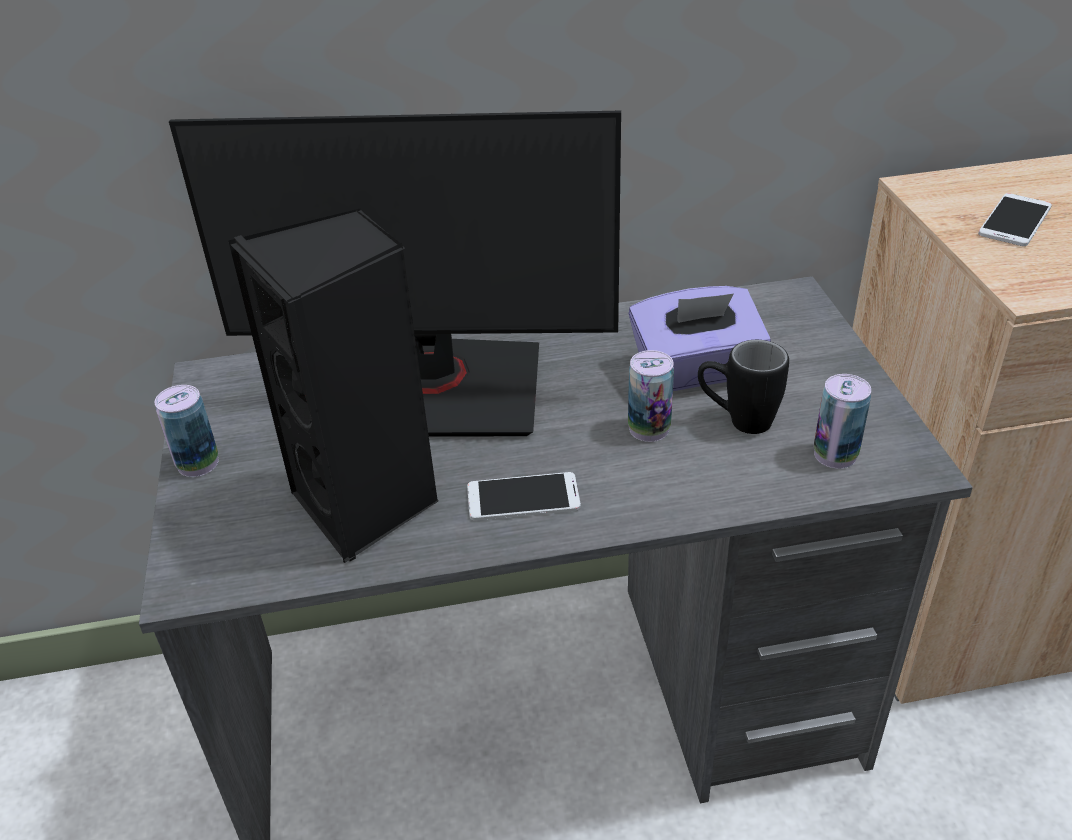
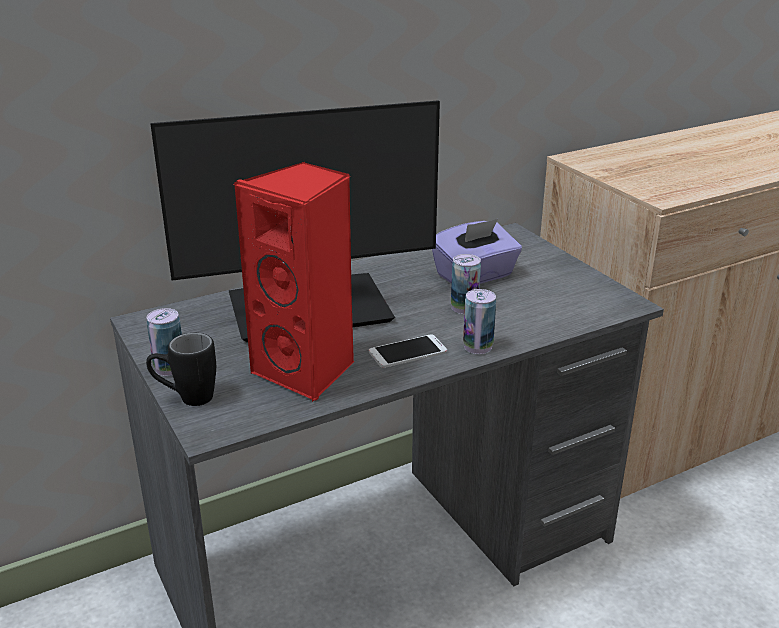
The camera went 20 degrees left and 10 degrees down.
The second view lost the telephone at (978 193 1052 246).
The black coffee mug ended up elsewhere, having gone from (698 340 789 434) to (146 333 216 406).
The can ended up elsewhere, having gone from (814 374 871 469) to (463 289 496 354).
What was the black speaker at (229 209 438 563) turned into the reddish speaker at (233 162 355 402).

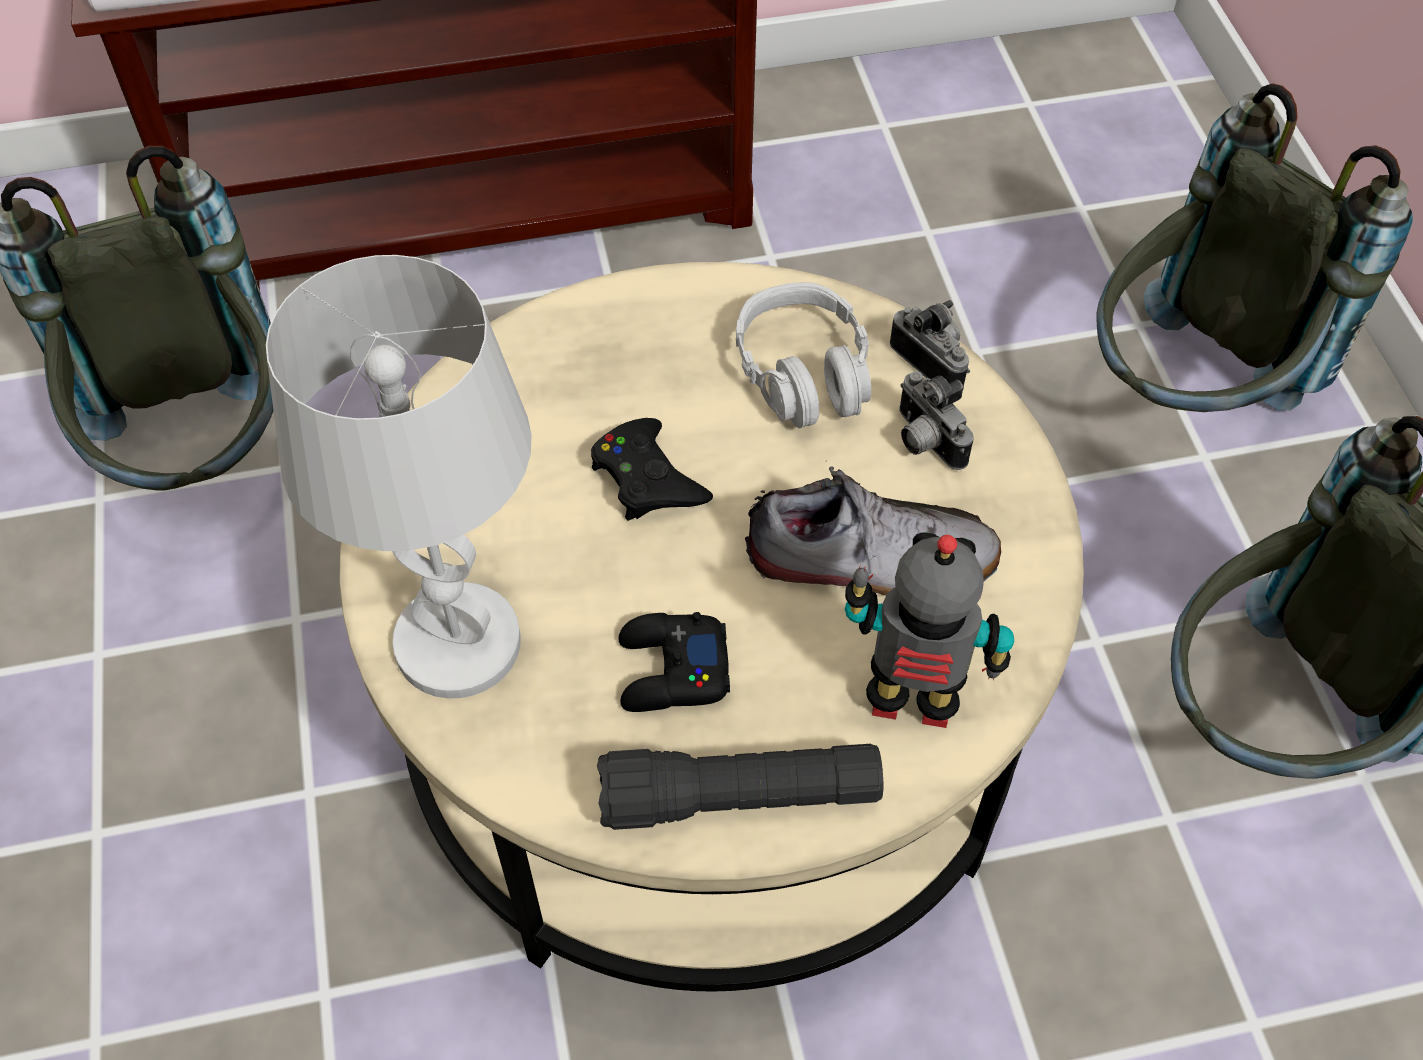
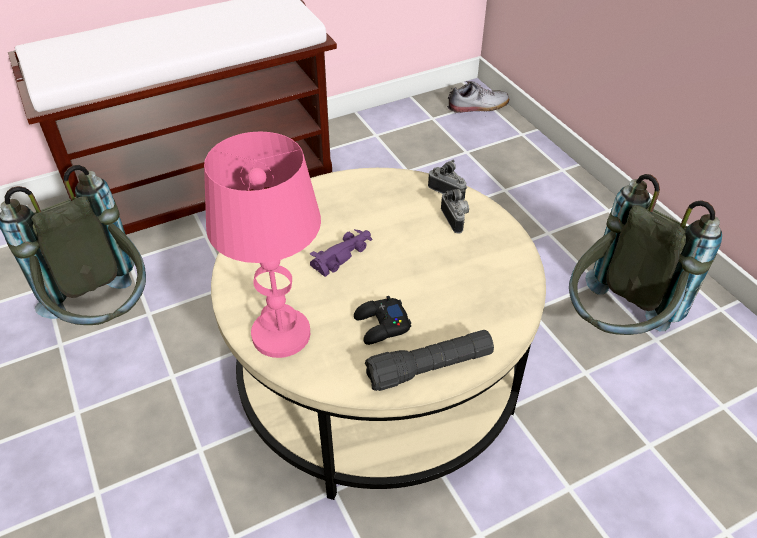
The camera went 15 degrees left and 10 degrees down.
The second view lost the greyish headphones at (736 282 871 428).
The second view lost the toy robot at (845 532 1014 728).
The second view lost the greyish knapsack at (1097 84 1413 412).
The item of footwear ended up elsewhere, having gone from (745 466 1001 596) to (447 81 509 113).
Where the black gamepad stood at (591 418 713 521), the purplish model car came to stand at (310 229 373 277).
What was the white-coloured tabletop lamp at (266 255 532 698) turned into the pink tabletop lamp at (204 131 321 358).
The photo camera at (899 371 974 470) ended up facing another way, 150 degrees counterclockwise from before.

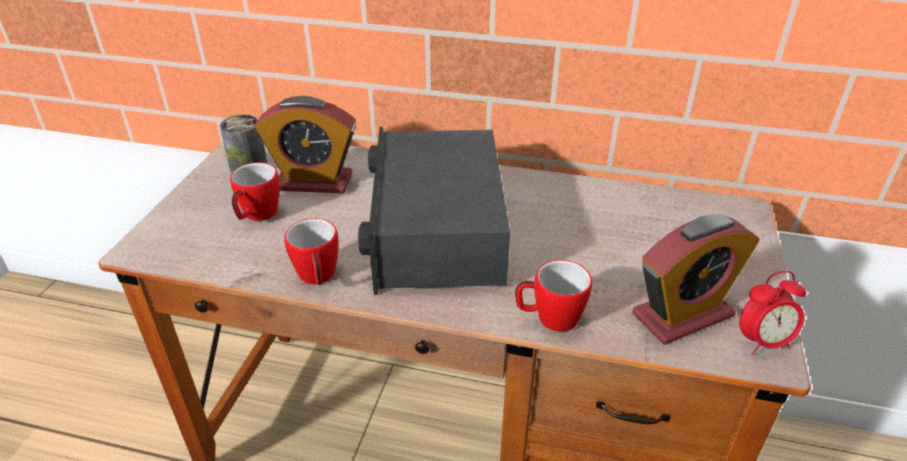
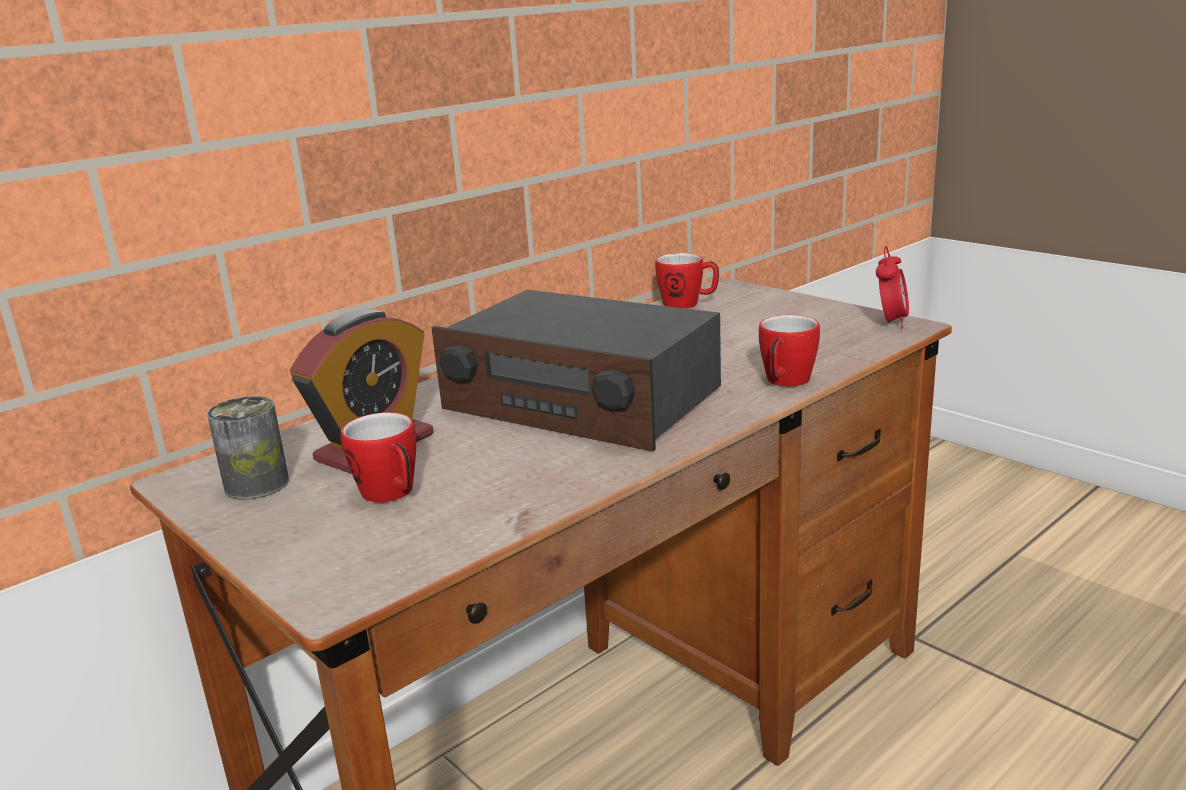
The camera went 55 degrees left and 15 degrees down.
The second view lost the bedside clock at (632 214 760 345).
The coffee mug ended up elsewhere, having gone from (284 218 339 285) to (655 253 719 309).

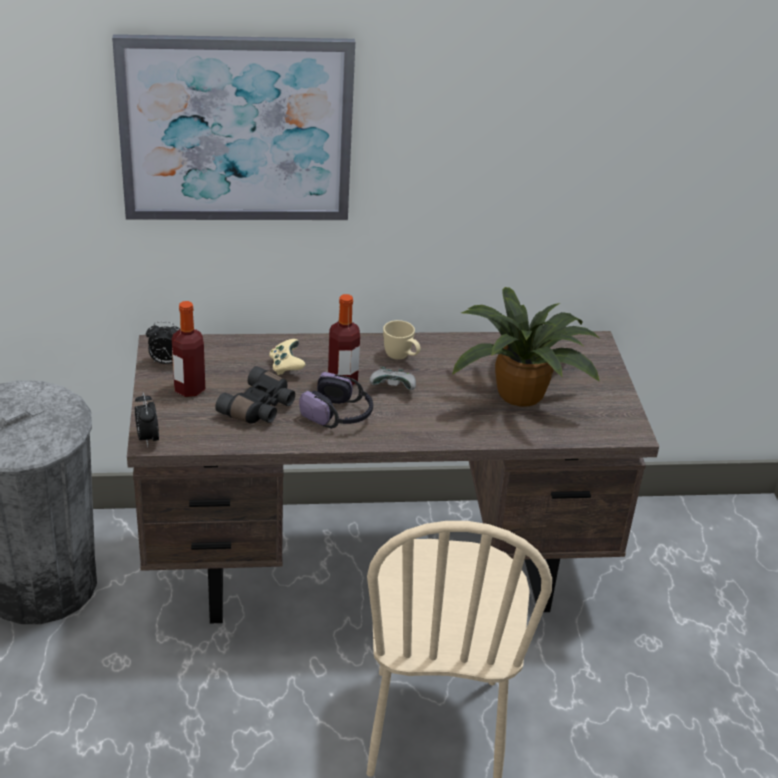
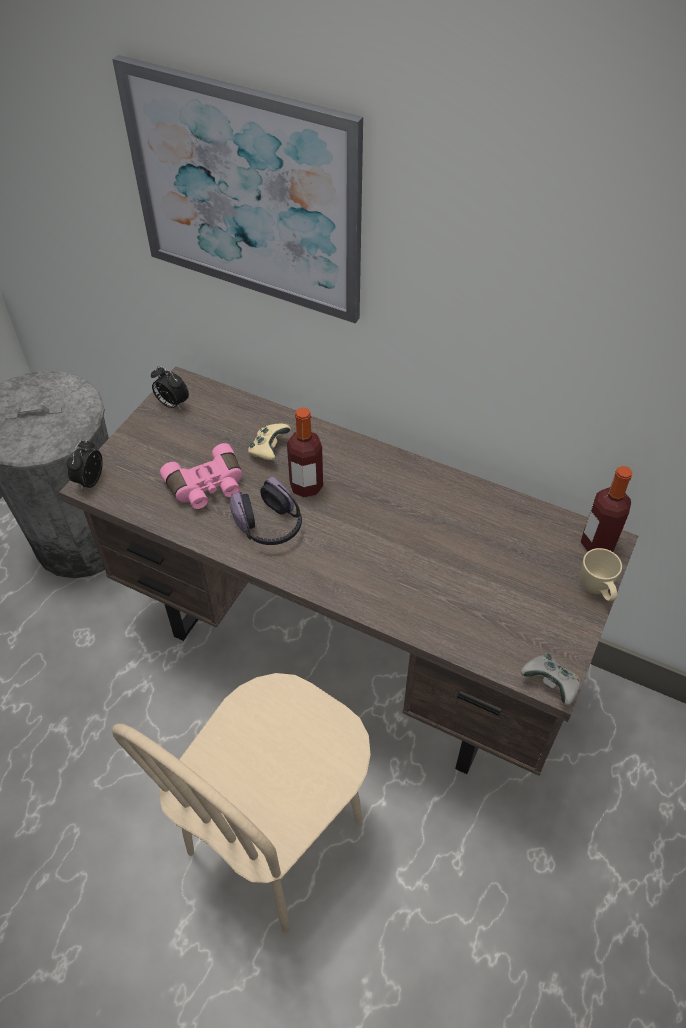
The camera went 35 degrees right and 15 degrees up.
The second view lost the potted plant at (452 287 600 407).
The drink bottle ended up elsewhere, having gone from (172 301 205 397) to (580 466 632 552).
The greyish gamepad ended up elsewhere, having gone from (369 367 416 390) to (521 653 580 705).
The beige-coloured coffee mug ended up elsewhere, having gone from (383 320 421 360) to (581 548 622 601).
What was the black pair of binoculars at (215 366 295 424) turned into the pink pair of binoculars at (160 443 242 509).

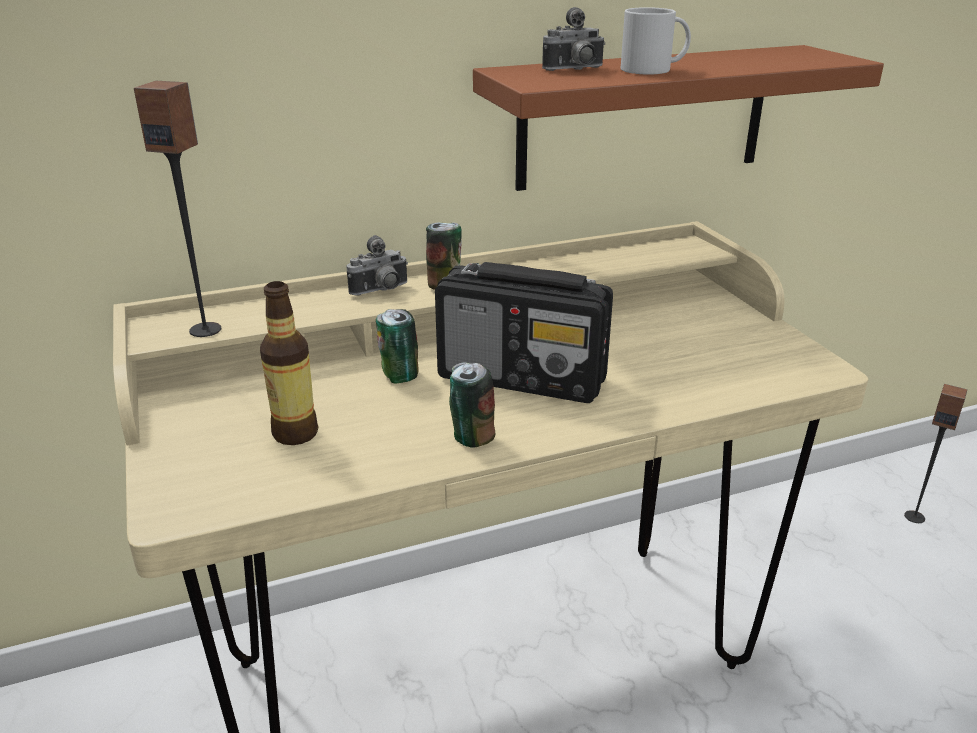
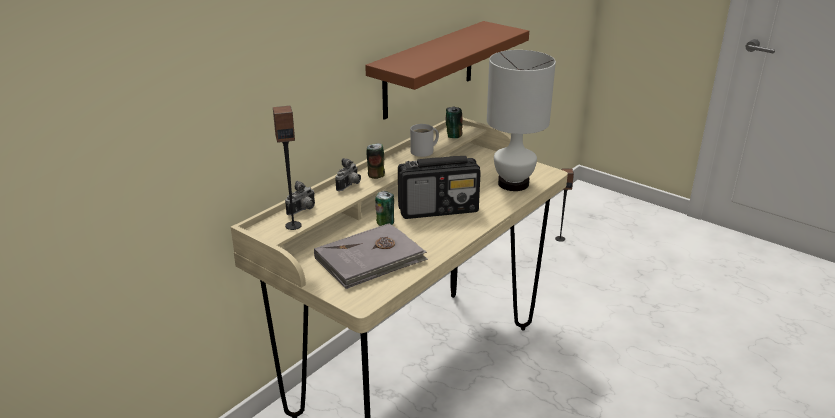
The camera went 30 degrees left and 0 degrees up.
The second view gained the white-coloured tabletop lamp at (487 50 556 191).
The can ended up elsewhere, having gone from (449 362 495 448) to (446 106 463 138).
The photo camera ended up elsewhere, having gone from (542 7 605 71) to (285 181 315 215).
The white-coloured coffee mug ended up elsewhere, having gone from (621 7 691 74) to (410 124 439 157).
Where the drink bottle stood at (260 281 318 445), the greyish book came to stand at (314 223 428 289).

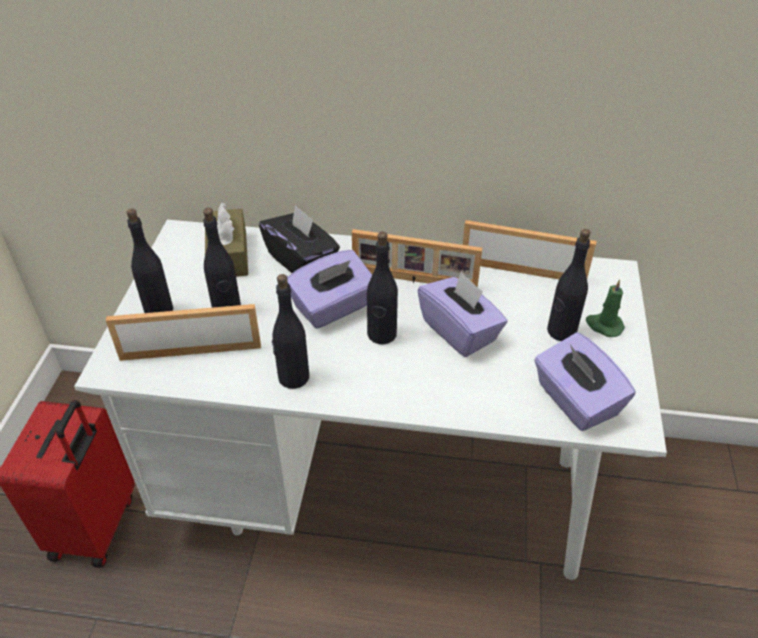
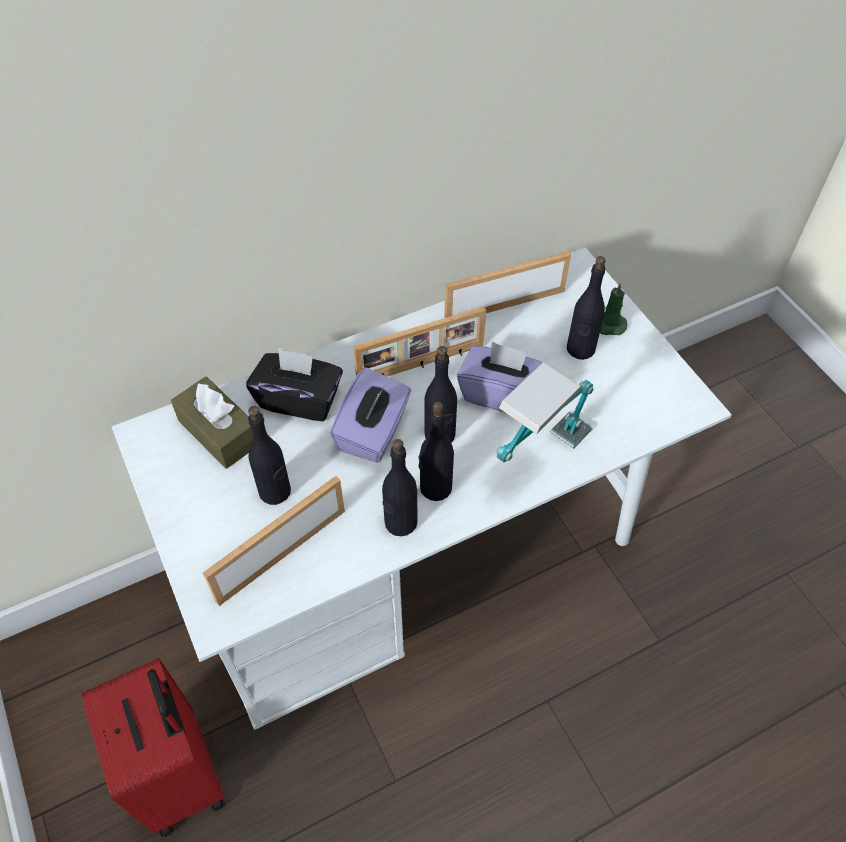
The camera went 35 degrees left and 10 degrees up.
The second view lost the purplish tissue holder at (534 332 636 431).
The second view gained the tabletop lamp at (497 362 593 462).
The black drink bottle ended up elsewhere, having gone from (126 208 173 313) to (419 402 454 501).

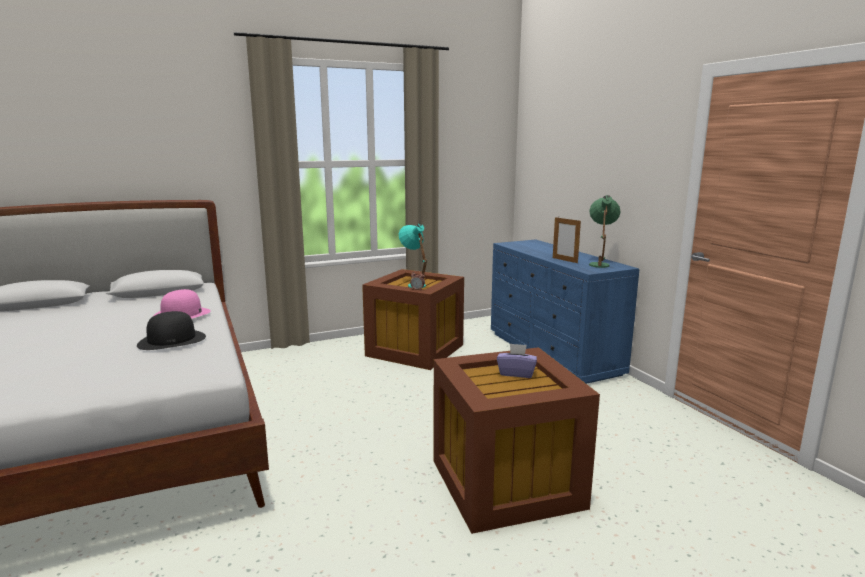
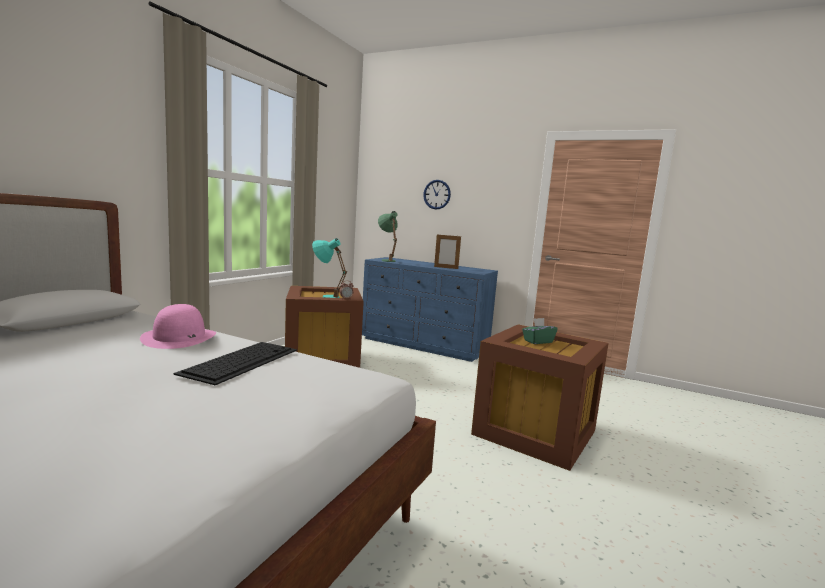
The camera went 40 degrees left and 5 degrees down.
The second view gained the wall clock at (423 180 451 210).
The green-coloured tabletop lamp ended up elsewhere, having gone from (589 195 621 268) to (378 211 397 262).
Where the black hat stood at (137 311 206 350), the computer keyboard came to stand at (173 342 297 385).
What was the purplish tissue holder at (497 343 537 378) turned into the green-coloured tissue holder at (522 318 558 344).

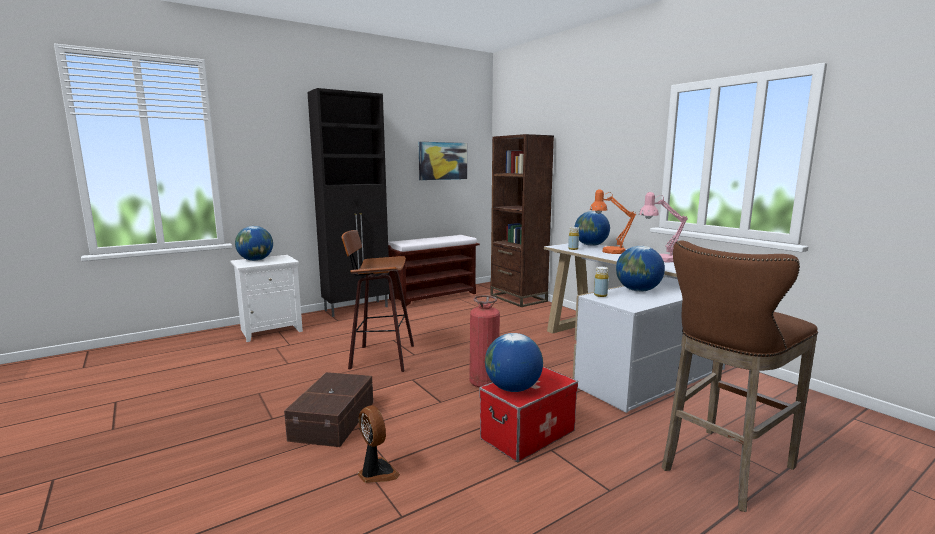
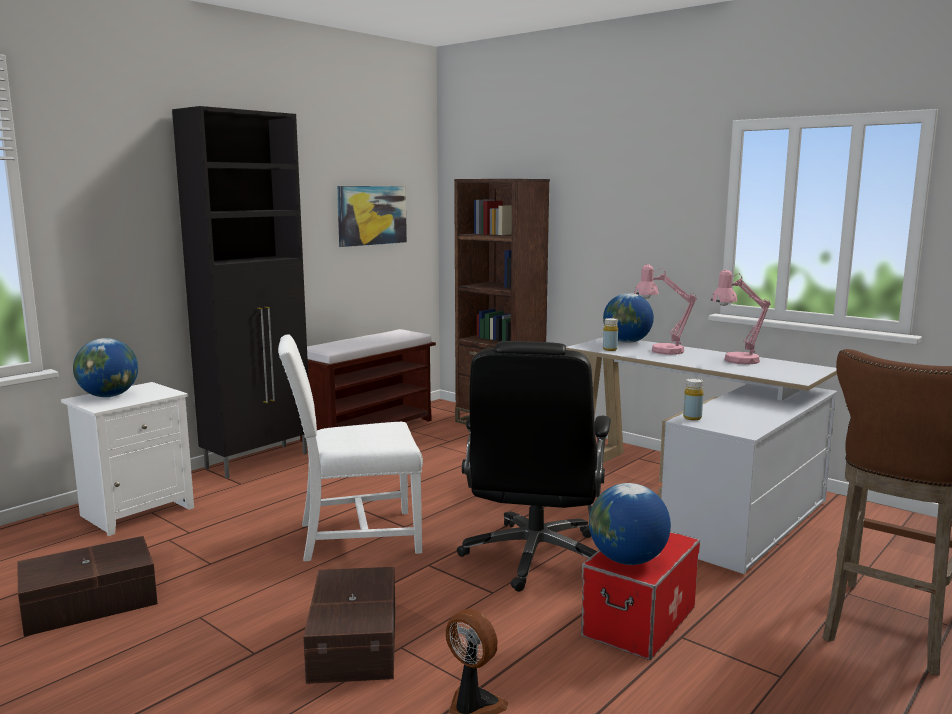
The camera went 15 degrees left and 0 degrees up.
The second view lost the desk globe at (616 246 665 292).
The second view gained the brownish storage container at (17 536 158 637).
Where the stool stood at (342 230 414 372), the white-coloured plain chair came to stand at (278 334 423 562).
Where the fire-fighting cylinder stood at (470 295 500 388), the black desk chair came to stand at (457 341 611 592).
What was the orangey tabletop lamp at (590 189 636 254) turned into the pink tabletop lamp at (634 264 697 355).

